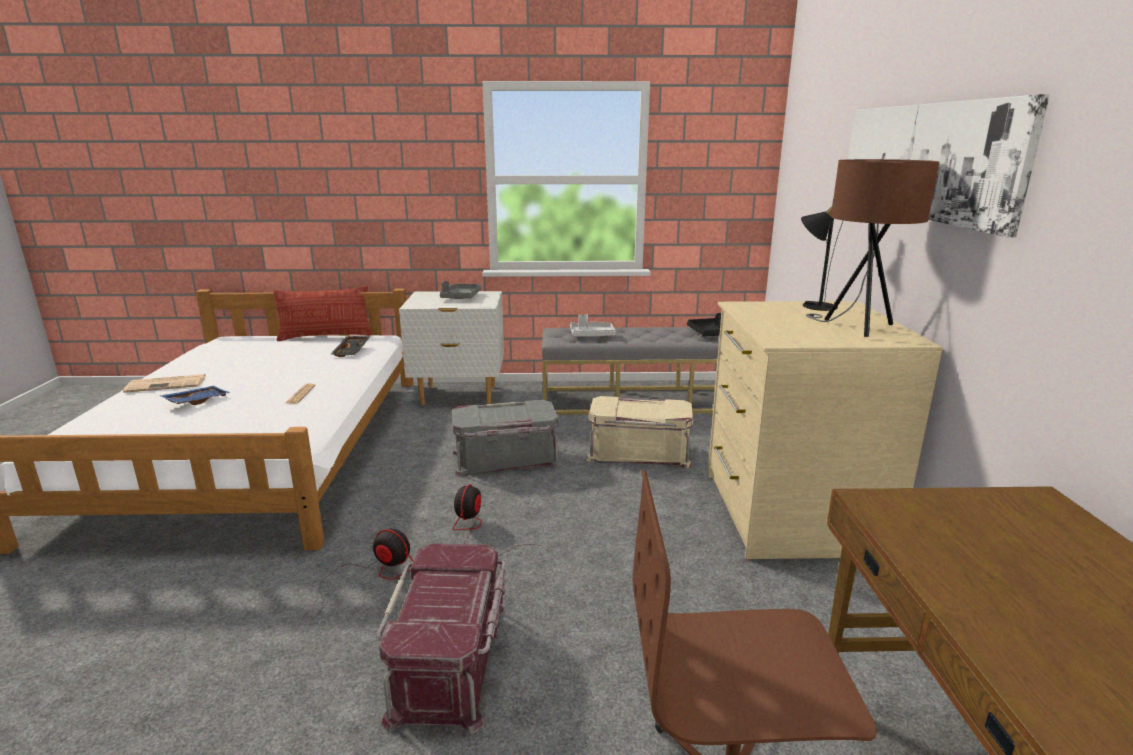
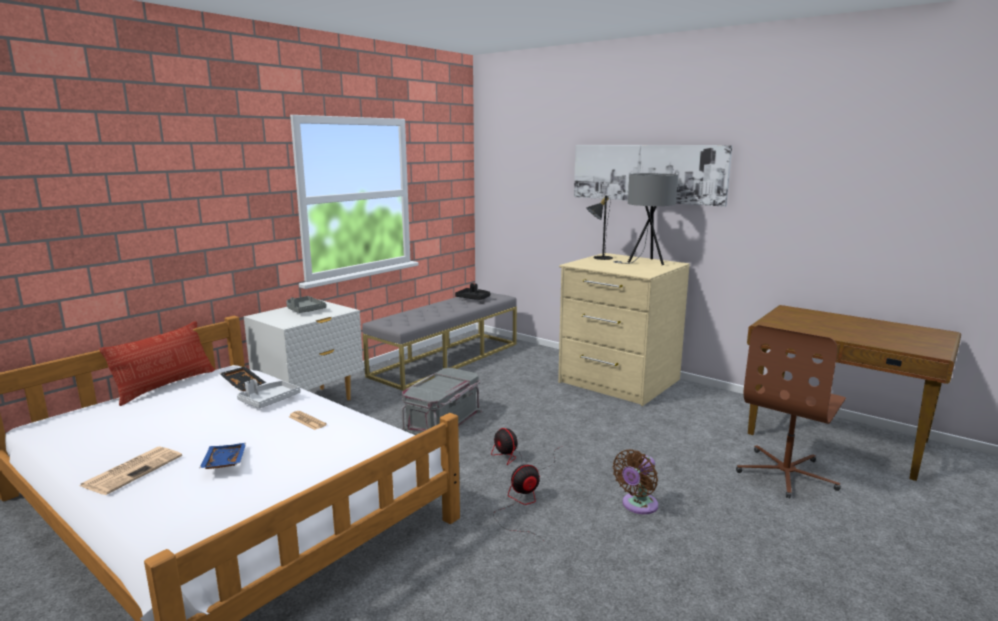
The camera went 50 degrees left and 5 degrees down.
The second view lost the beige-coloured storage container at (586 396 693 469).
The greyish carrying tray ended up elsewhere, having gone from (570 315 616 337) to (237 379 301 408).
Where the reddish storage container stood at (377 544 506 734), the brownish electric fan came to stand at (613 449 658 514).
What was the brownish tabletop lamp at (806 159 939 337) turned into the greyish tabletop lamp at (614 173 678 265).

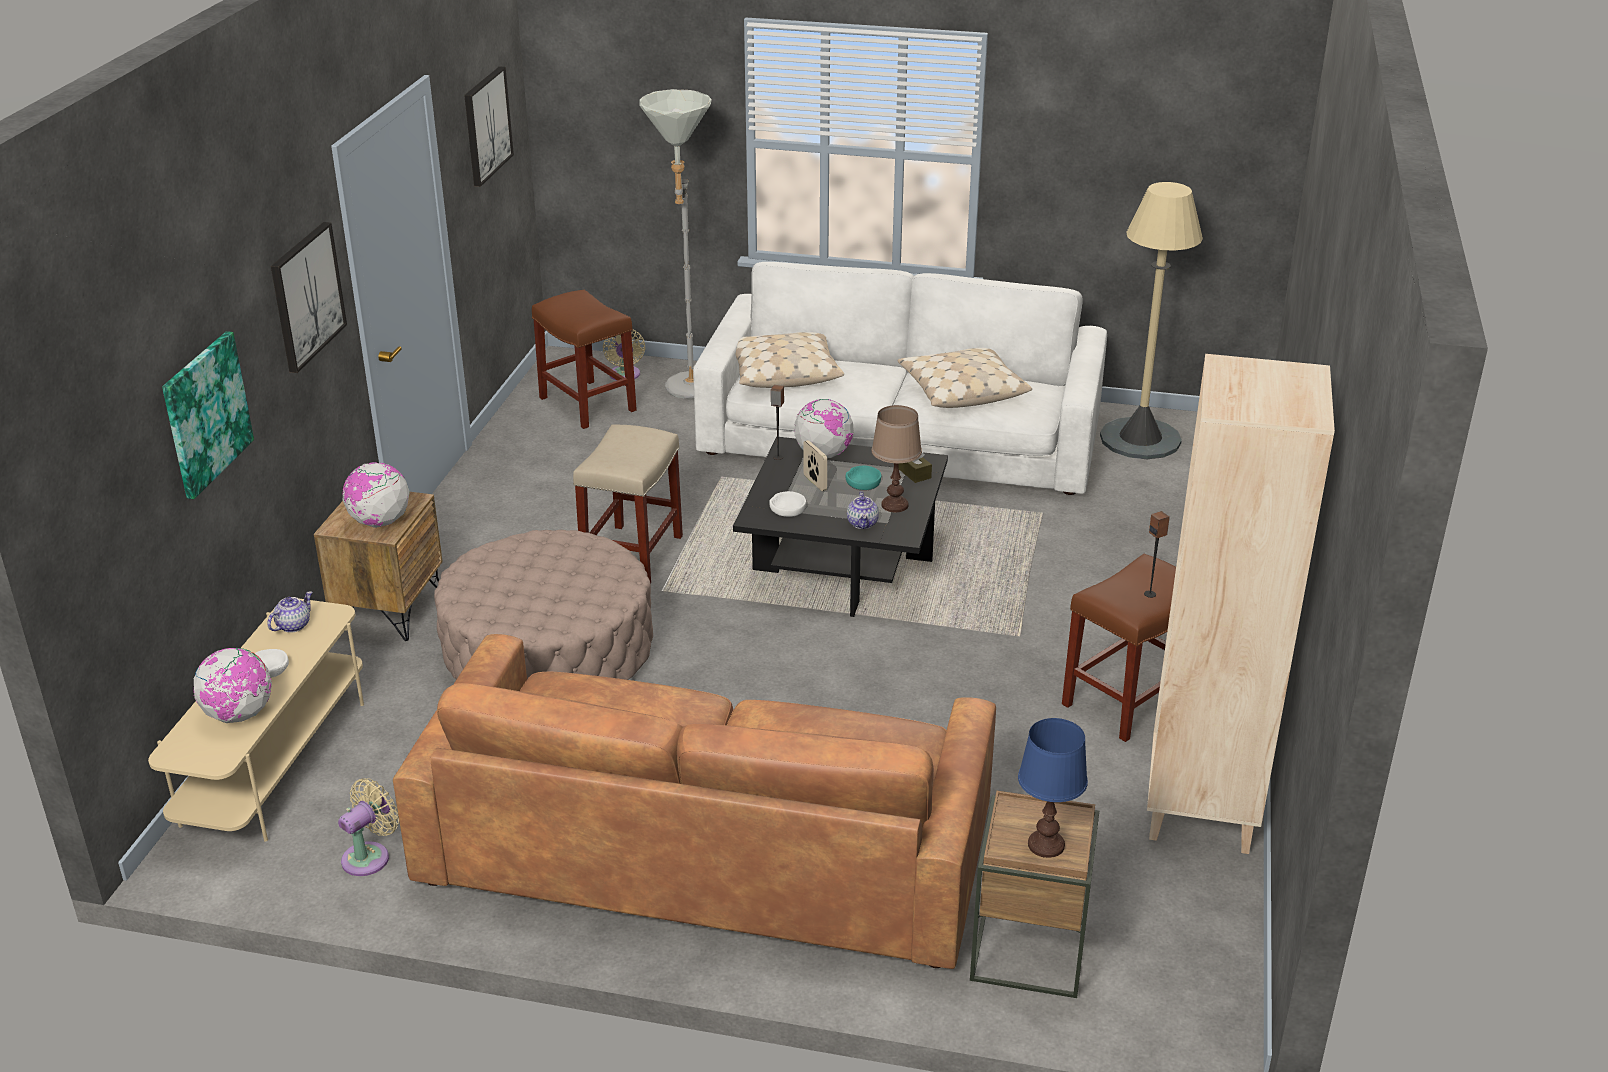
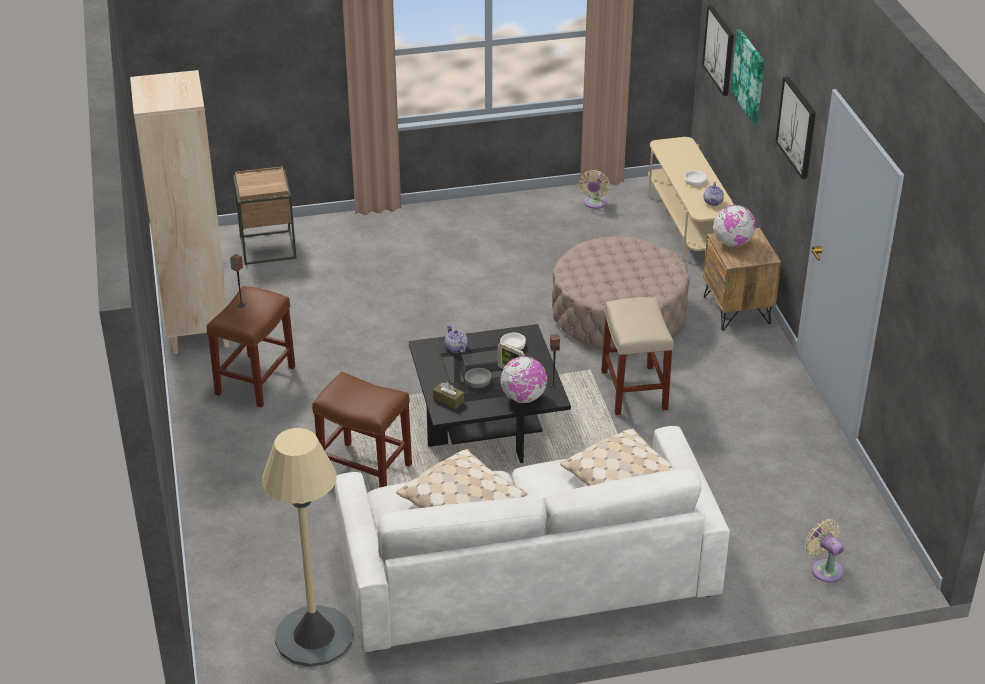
The camera went 155 degrees right and 5 degrees up.
The second view lost the desk globe at (194 648 272 723).
The second view lost the brownish couch at (393 634 996 969).
The second view lost the greyish floor lamp at (640 89 711 399).
The second view lost the brownish tabletop lamp at (871 405 922 512).
The second view lost the blue-coloured tabletop lamp at (1018 718 1088 858).
The wall art ended up elsewhere, having gone from (464 66 514 187) to (702 5 734 96).
The brownish stool ended up elsewhere, having gone from (532 290 637 429) to (312 372 412 487).
What was the blue-green deep dish at (846 466 881 490) turned into the greyish deep dish at (465 368 491 388).

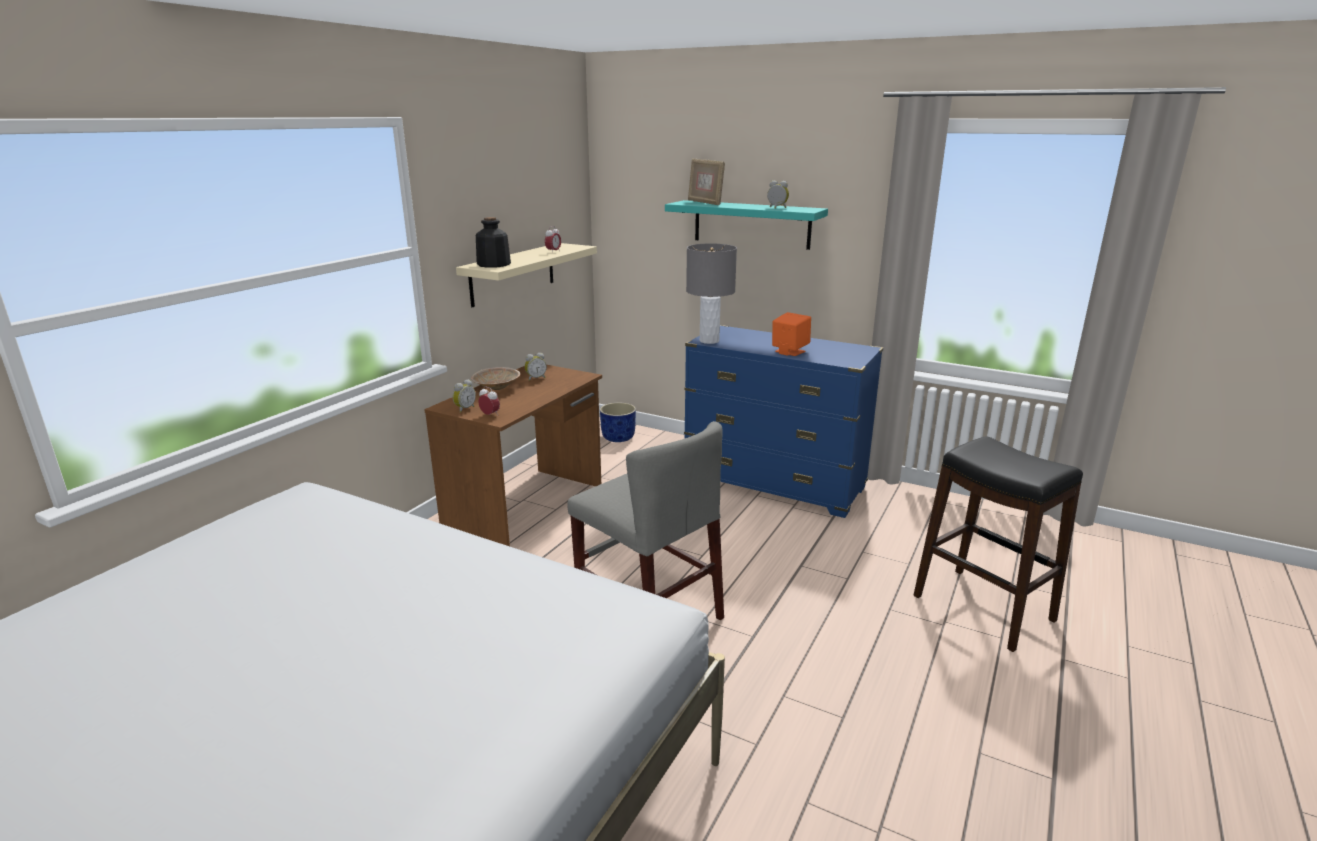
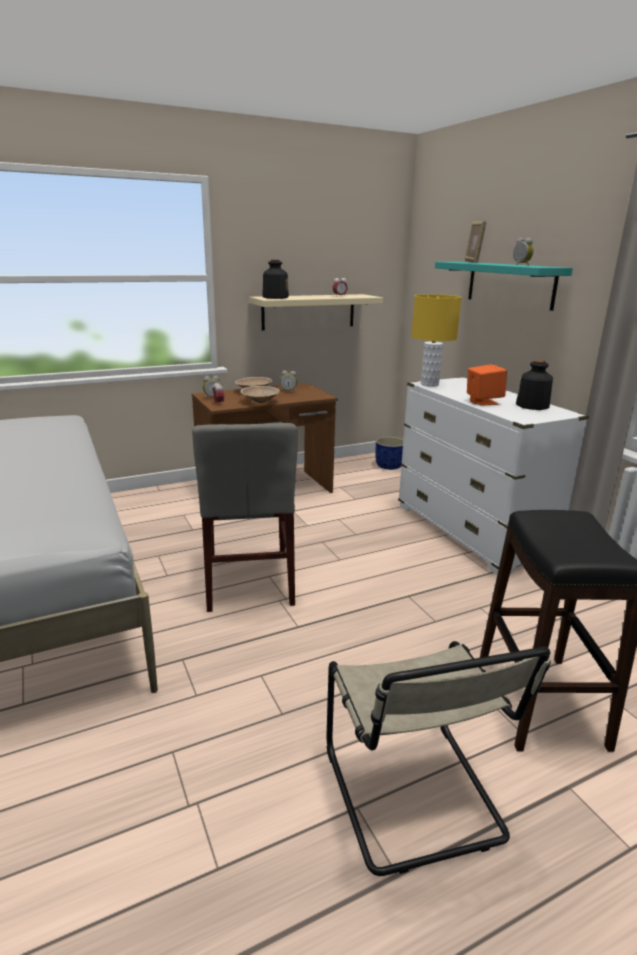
The camera went 35 degrees right and 0 degrees up.
The second view gained the beige-coloured deep dish at (240 386 280 403).
The second view gained the beige-coloured plain chair at (327 641 551 876).
The second view gained the drink bottle at (516 360 553 410).
What was the blue-coloured chest of drawers at (684 325 883 518) turned into the white-coloured chest of drawers at (398 377 589 575).
What was the greyish tabletop lamp at (686 243 737 344) turned into the yellow tabletop lamp at (411 294 462 386).

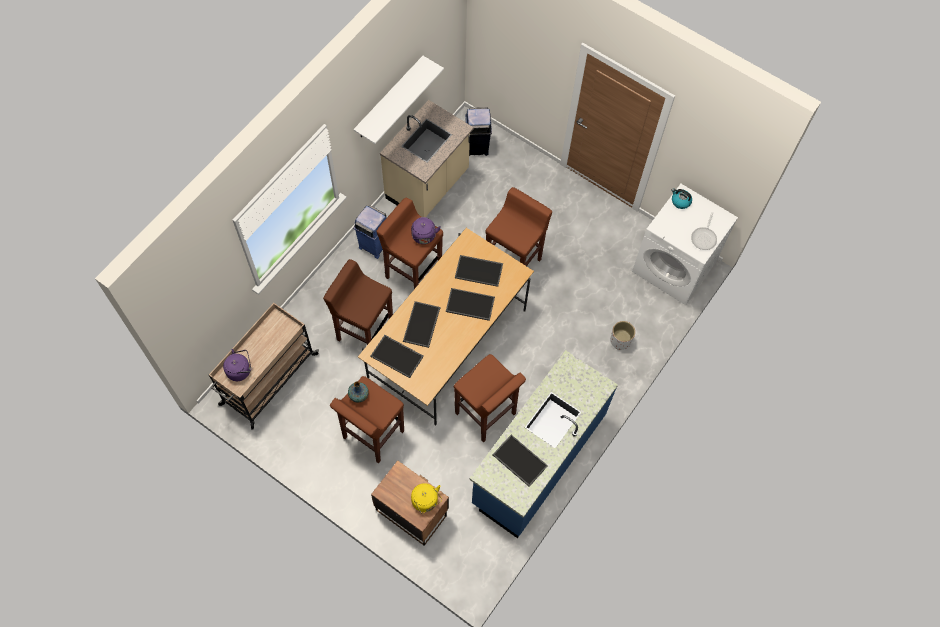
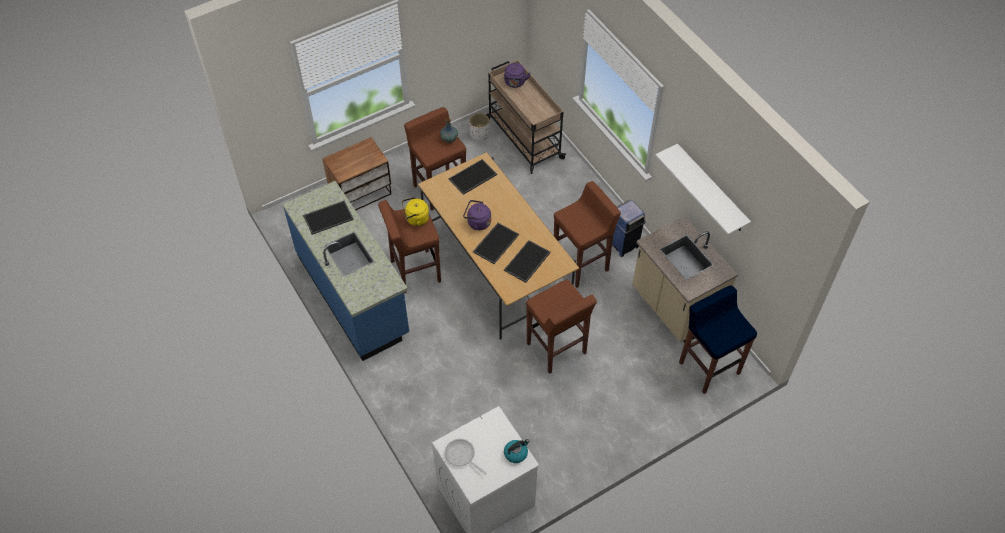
The camera went 115 degrees right and 10 degrees down.
The second view lost the brownish stool at (323 259 393 345).
The second view lost the carrying tray at (403 301 440 348).
The purplish kettle ended up elsewhere, having gone from (411 217 441 244) to (463 200 491 230).
The yellow kettle ended up elsewhere, having gone from (411 483 442 513) to (402 197 429 226).
The white-coloured plant pot ended up elsewhere, having gone from (610 321 635 350) to (469 113 489 141).
Where the blue-coloured trash can stood at (465 107 492 156), the blue-coloured stool came to stand at (679 285 757 394).

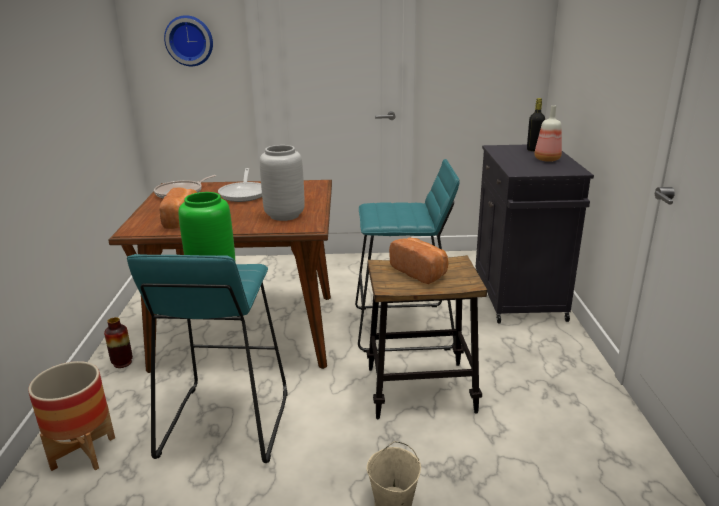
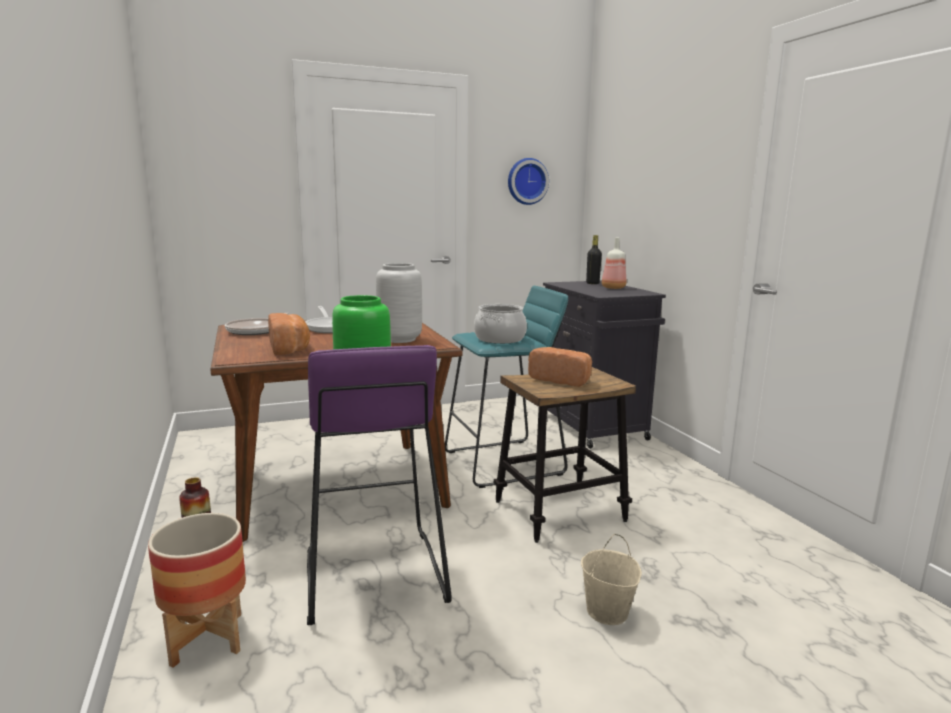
The camera went 20 degrees left and 10 degrees down.
The second view gained the cooking pot at (474 304 527 344).
The wall clock ended up elsewhere, having gone from (164 15 213 66) to (508 158 549 205).
What was the blue-green stool at (127 254 287 463) turned into the purplish stool at (307 345 452 625).

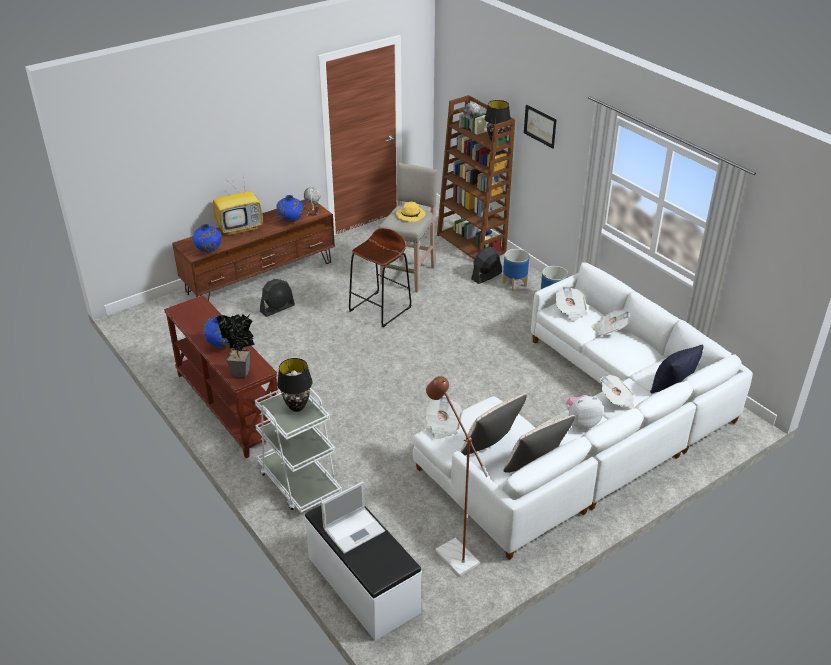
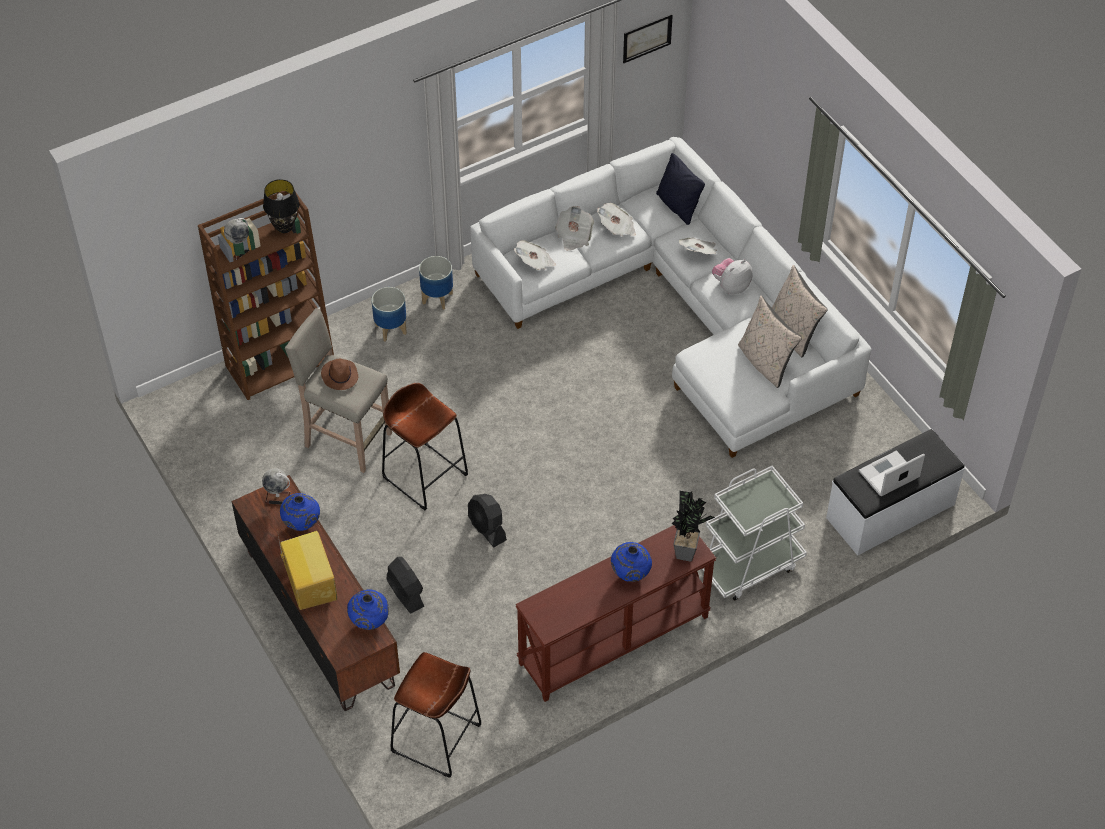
The camera went 85 degrees left and 15 degrees up.
The second view lost the black tabletop lamp at (277 358 313 412).
The second view lost the brownish floor lamp at (426 376 489 576).
The second view gained the brownish stool at (391 652 481 778).
The daily paper ended up elsewhere, having gone from (425 396 463 439) to (597 203 636 236).
The black electric fan ended up elsewhere, having gone from (471 247 502 284) to (468 494 507 547).
The wall art ended up elsewhere, having gone from (524 105 557 149) to (623 14 673 63).
What was the yellow hat at (396 202 425 222) turned into the brownish hat at (321 359 358 390).
The notebook computer at (321 482 385 554) ended up facing another way, 90 degrees counterclockwise from before.
The plush toy at (566 395 603 429) ended up facing another way, 60 degrees clockwise from before.

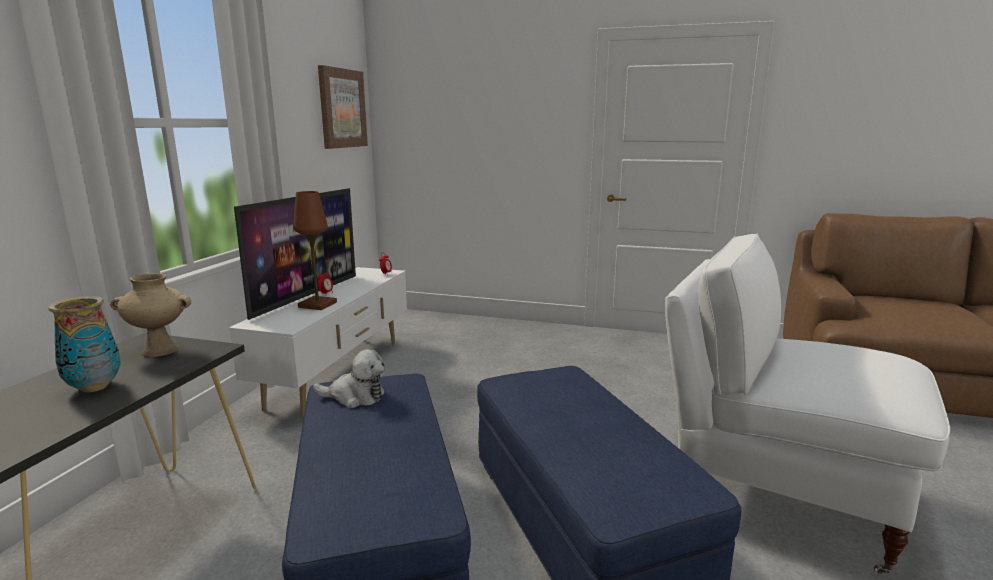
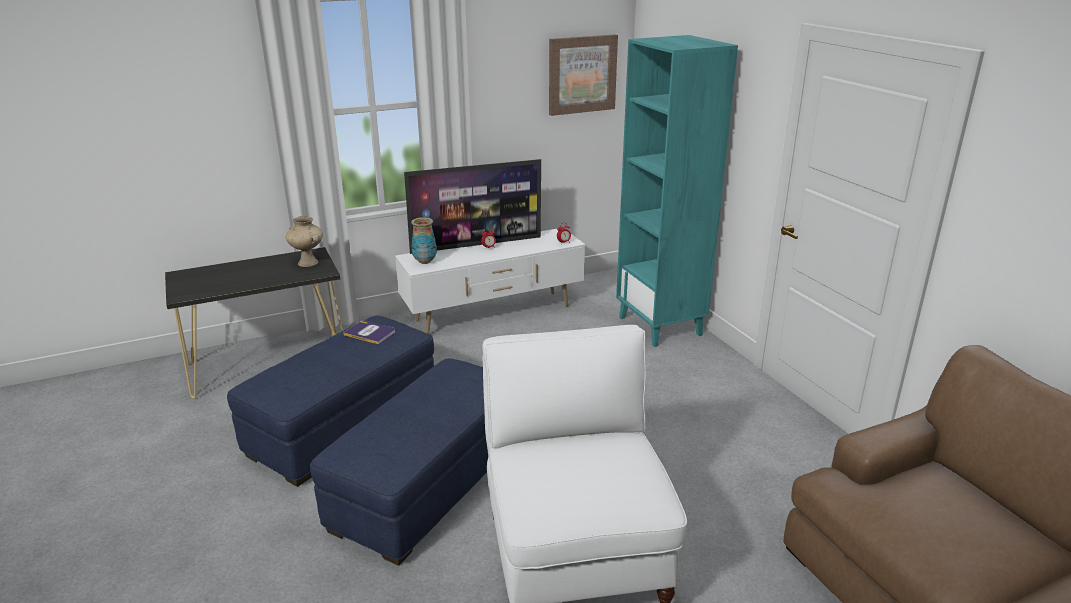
The camera went 50 degrees right and 10 degrees up.
The second view lost the brownish tabletop lamp at (293 191 337 310).
The second view gained the blue-green bookshelf at (616 35 738 347).
The vase ended up elsewhere, having gone from (48 296 121 392) to (411 217 437 264).
Where the plush toy stood at (313 349 385 408), the book came to stand at (344 320 395 344).

